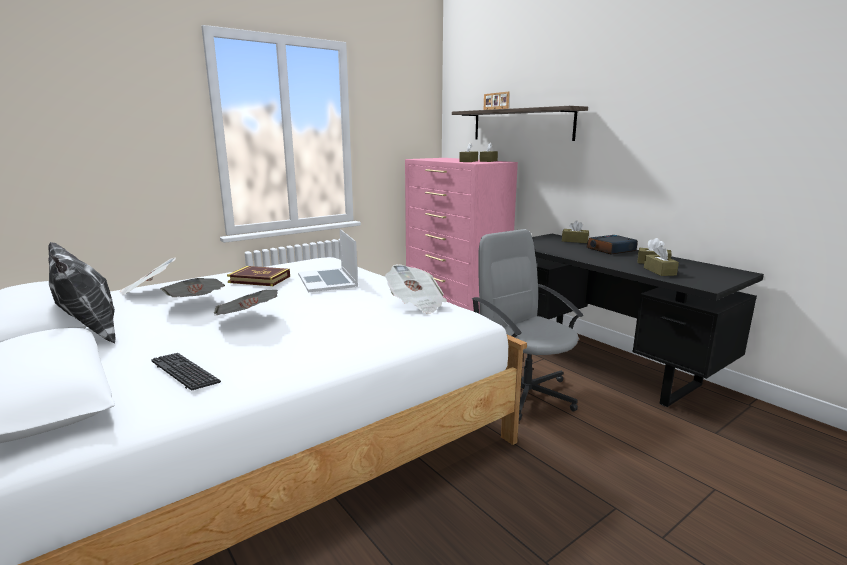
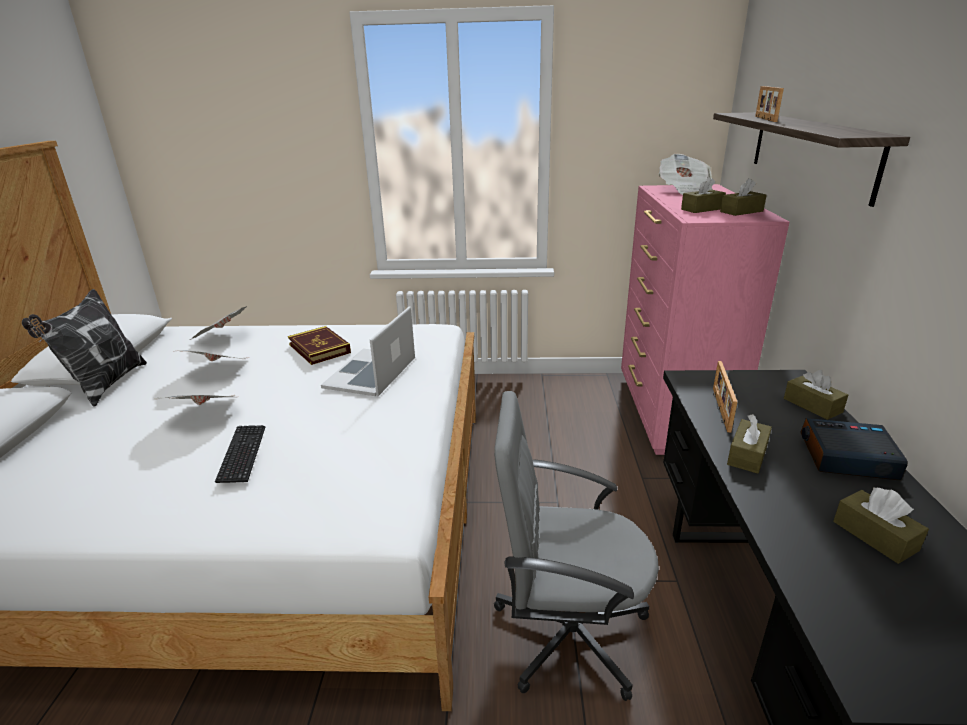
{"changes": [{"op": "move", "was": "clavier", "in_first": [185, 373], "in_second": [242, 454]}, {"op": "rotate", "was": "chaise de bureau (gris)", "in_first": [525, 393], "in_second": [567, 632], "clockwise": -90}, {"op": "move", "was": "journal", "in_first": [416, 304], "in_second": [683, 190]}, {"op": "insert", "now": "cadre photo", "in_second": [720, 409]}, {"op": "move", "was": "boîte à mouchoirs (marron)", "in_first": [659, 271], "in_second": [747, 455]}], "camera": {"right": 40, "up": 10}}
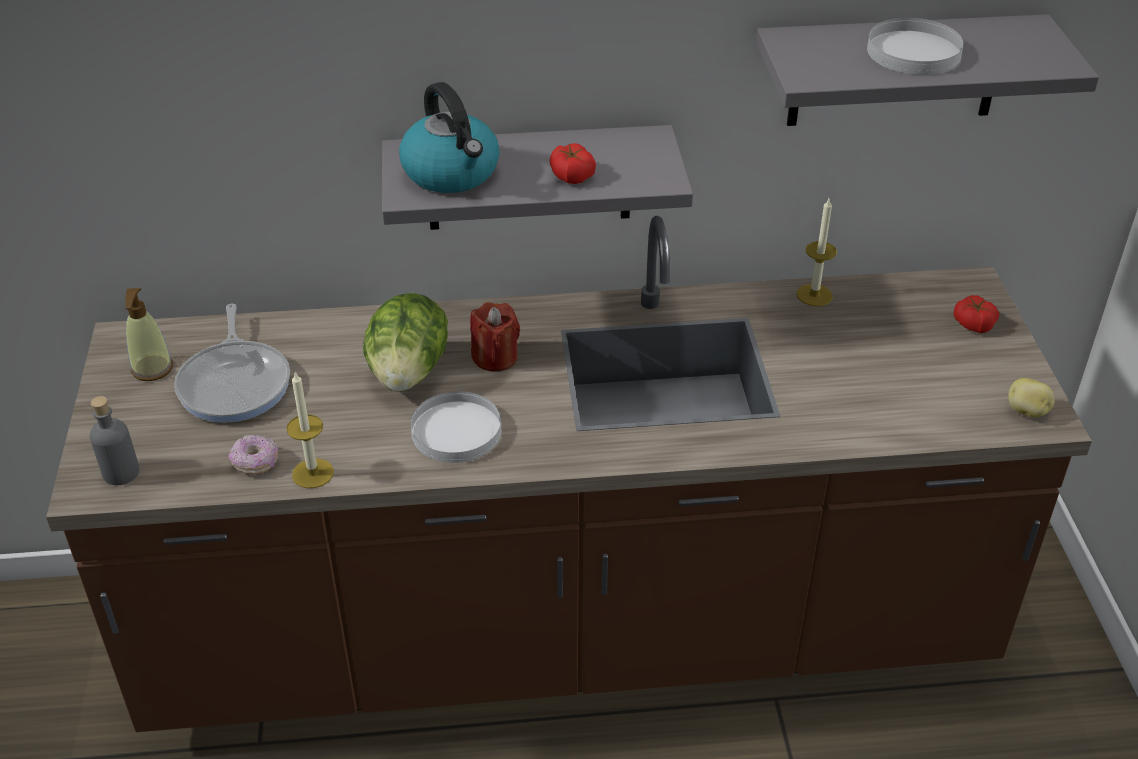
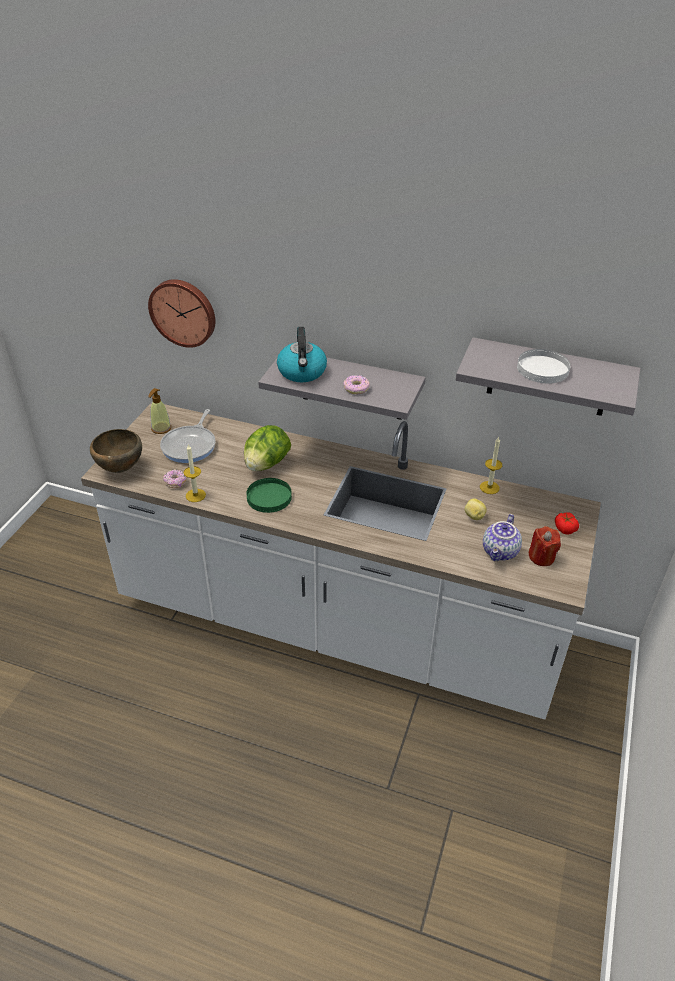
{"changes": [{"op": "recolor", "was": "comptoir de cuisine (marron)", "now": "comptoir de cuisine (blanc)", "in_first": [569, 635], "in_second": [335, 625]}, {"op": "replace", "was": "bouteille (gris)", "now": "bol (marron)", "in_first": [121, 472], "in_second": [120, 469]}, {"op": "insert", "now": "horloge murale", "in_second": [183, 312]}, {"op": "recolor", "was": "assiette (blanc)", "now": "assiette (vert)", "in_first": [456, 432], "in_second": [269, 497]}, {"op": "replace", "was": "tomate", "now": "beignet", "in_first": [572, 175], "in_second": [356, 388]}, {"op": "move", "was": "pomme de terre", "in_first": [1027, 412], "in_second": [474, 516]}, {"op": "insert", "now": "théière", "in_second": [500, 552]}, {"op": "move", "was": "bougie (rouge)", "in_first": [495, 357], "in_second": [541, 557]}], "camera": {"right": 25, "up": 0}}
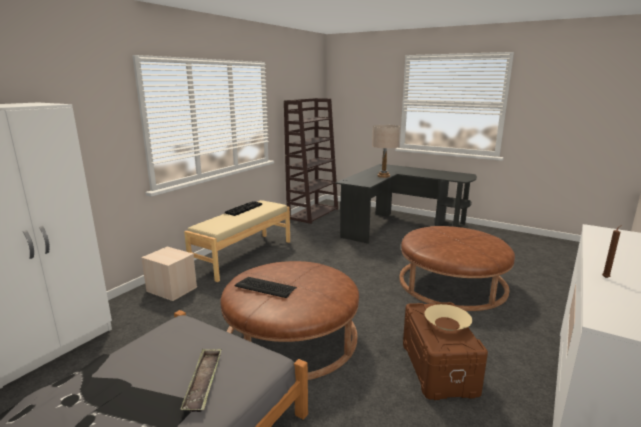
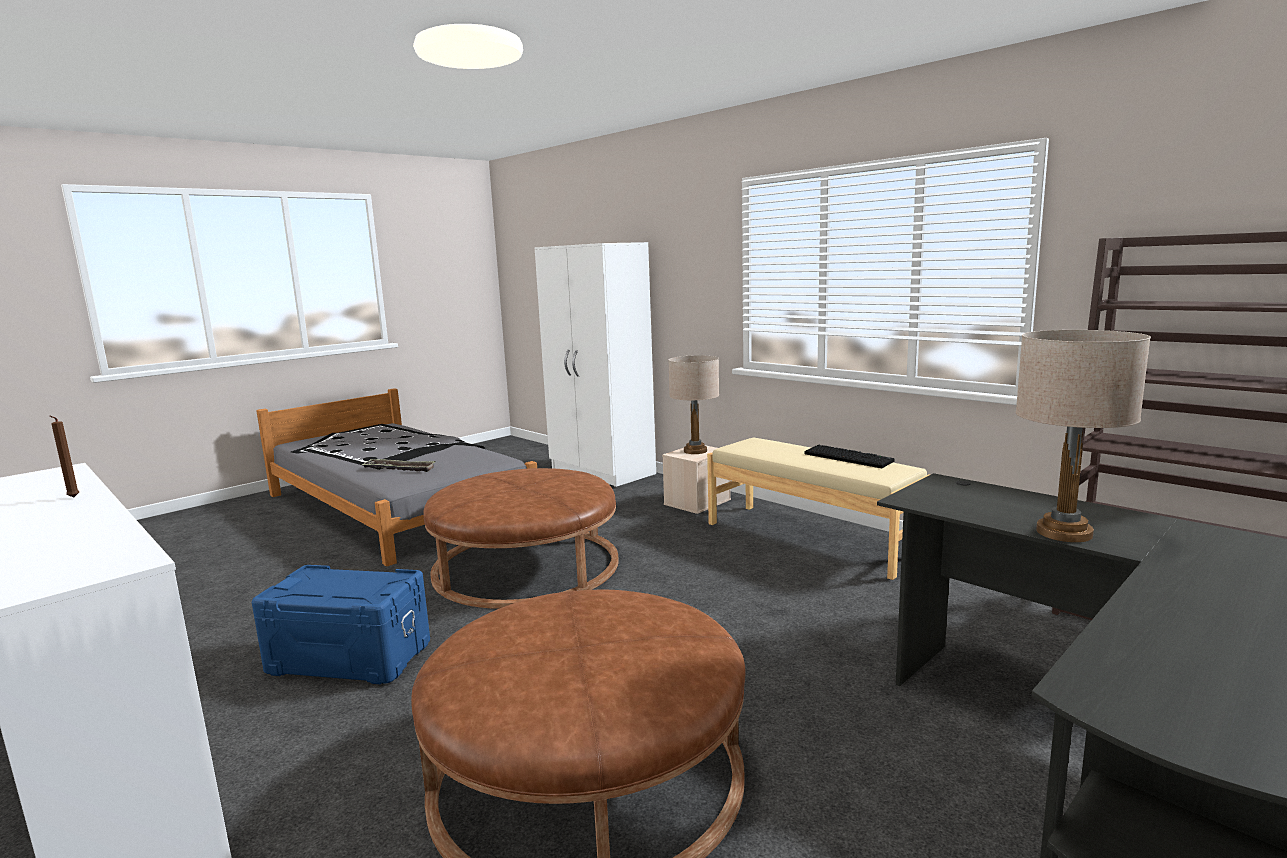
{"changes": [{"op": "recolor", "was": "boîte de rangement (marron)", "now": "boîte de rangement (bleu)", "in_first": [437, 368], "in_second": [350, 656]}, {"op": "insert", "now": "lampe de table (beige)", "in_second": [695, 451]}, {"op": "delete", "was": "clavier", "in_first": [265, 288]}, {"op": "delete", "was": "bol (beige)", "in_first": [447, 323]}], "camera": {"right": 105, "up": -5}}
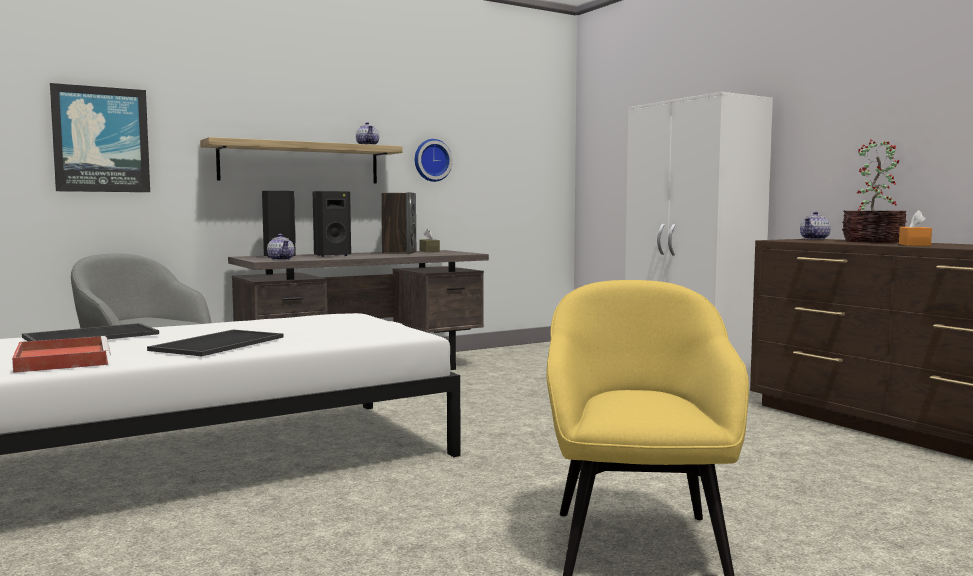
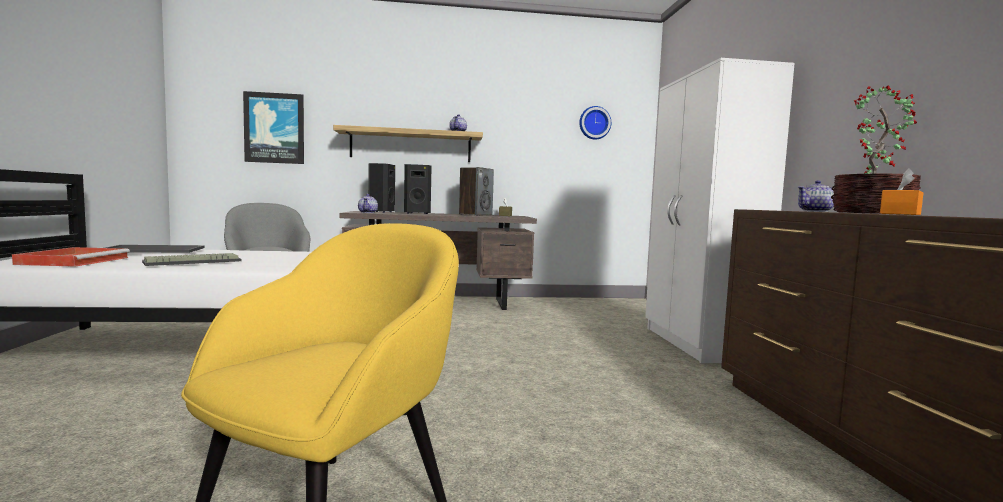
{"changes": [{"op": "replace", "was": "plateau", "now": "clavier", "in_first": [218, 343], "in_second": [194, 261]}, {"op": "move", "was": "horloge murale", "in_first": [431, 160], "in_second": [594, 123]}], "camera": {"right": 25, "up": 0}}
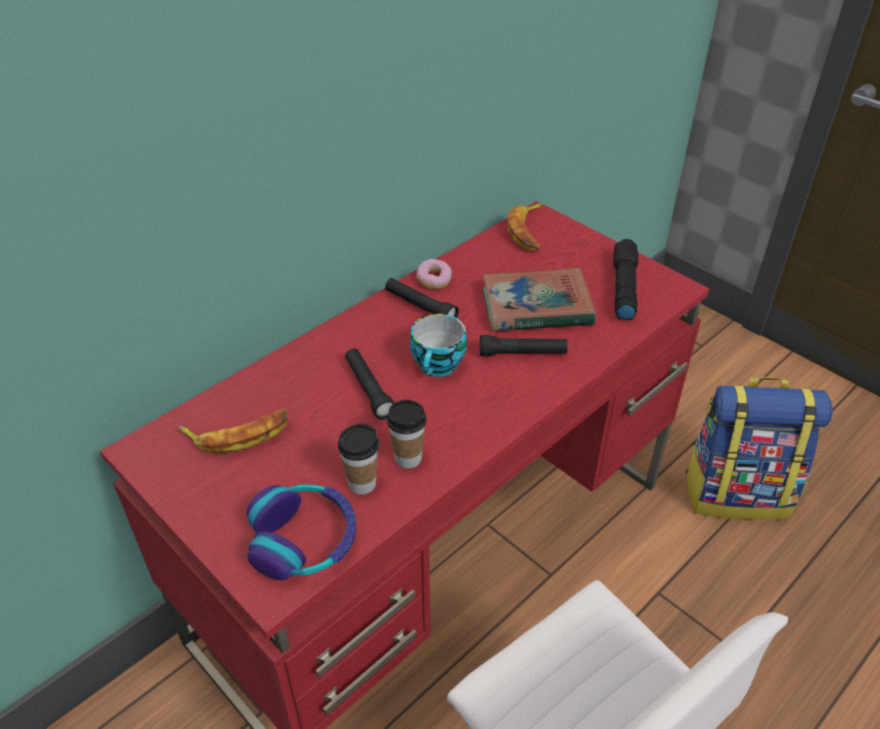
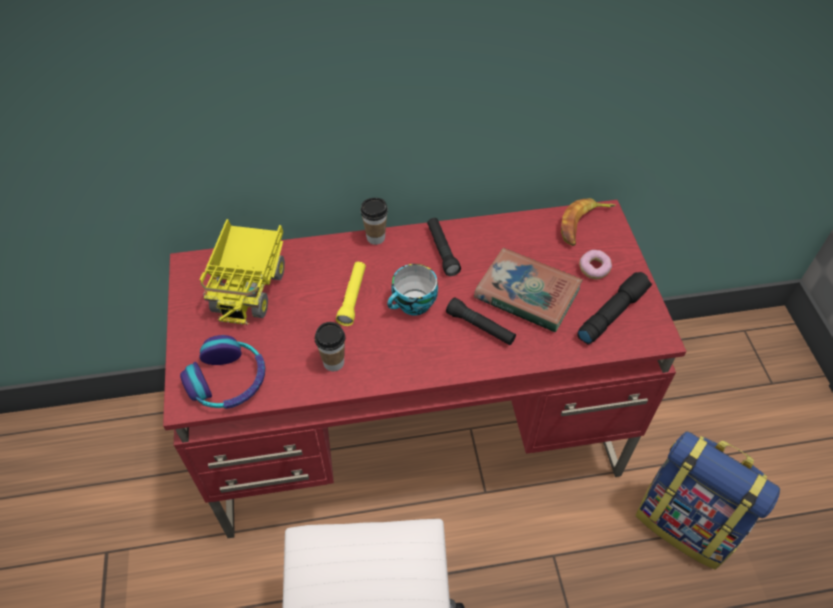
{"changes": [{"op": "replace", "was": "banane", "now": "camion jouet", "in_first": [238, 434], "in_second": [250, 286]}, {"op": "recolor", "was": "lampe de poche (noir)", "now": "lampe de poche (jaune)", "in_first": [369, 389], "in_second": [352, 297]}, {"op": "move", "was": "tasse", "in_first": [362, 483], "in_second": [375, 237]}, {"op": "move", "was": "beignet", "in_first": [434, 281], "in_second": [594, 269]}], "camera": {"right": 35, "up": 10}}
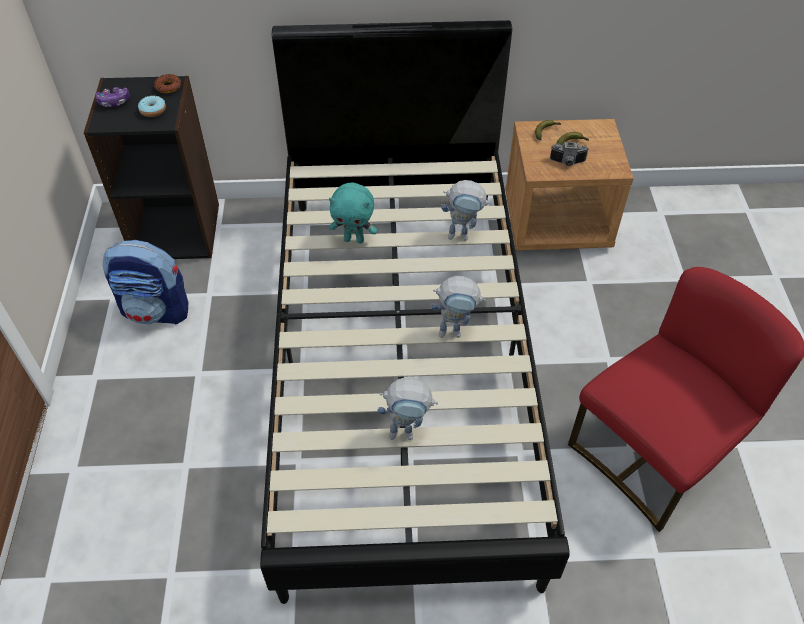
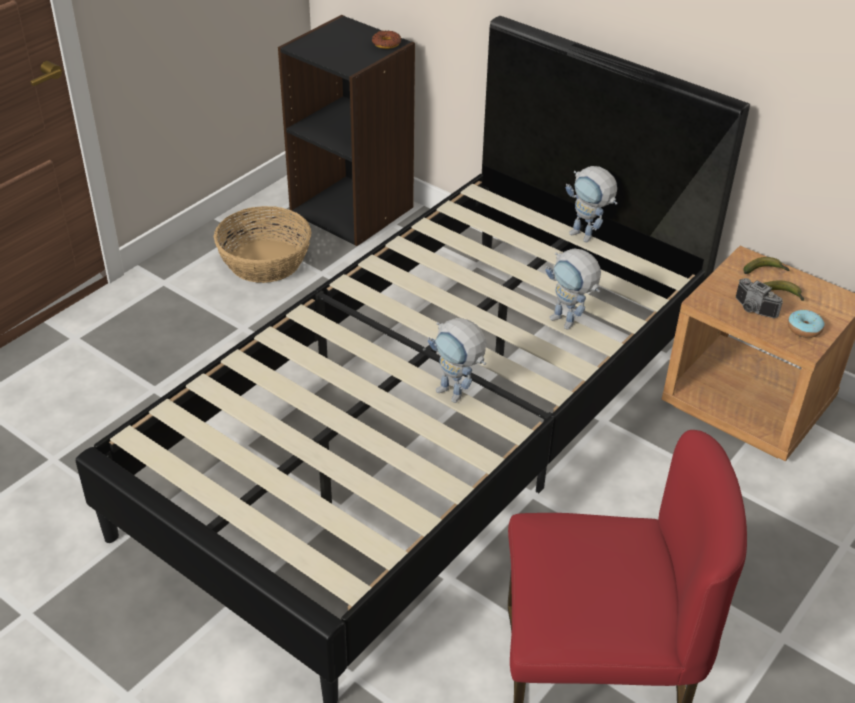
{"changes": [{"op": "replace", "was": "sac à dos", "now": "panier", "in_first": [157, 310], "in_second": [266, 261]}, {"op": "move", "was": "robot jouet", "in_first": [408, 432], "in_second": [587, 237]}, {"op": "move", "was": "beignet", "in_first": [153, 110], "in_second": [804, 329]}, {"op": "delete", "was": "manette", "in_first": [114, 102]}, {"op": "delete", "was": "peluche (turquoise)", "in_first": [354, 239]}], "camera": {"right": 40, "up": -10}}
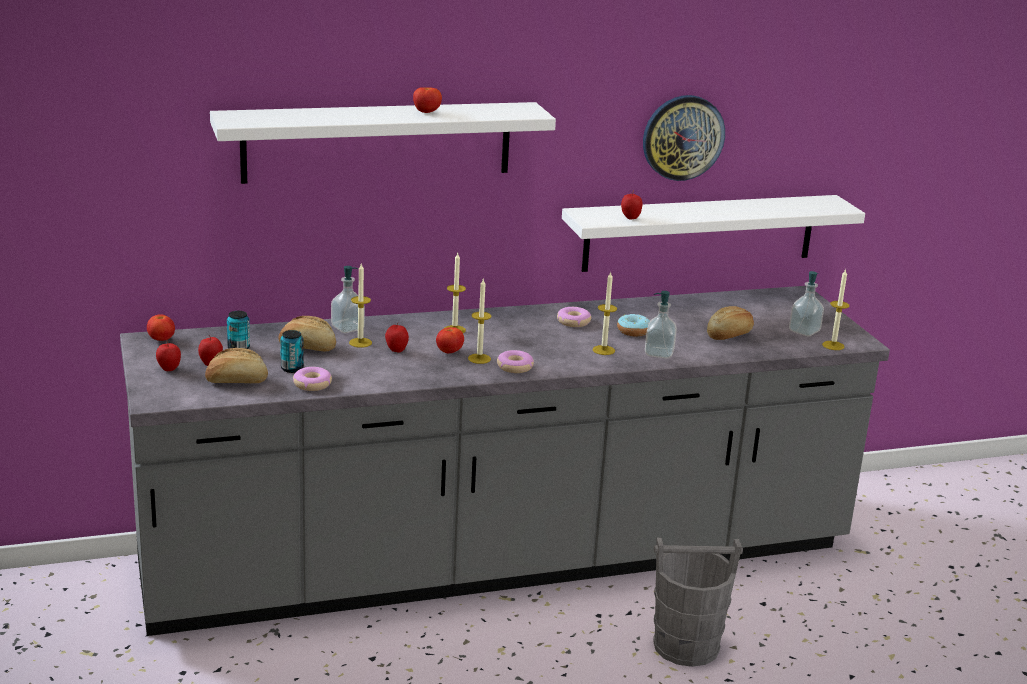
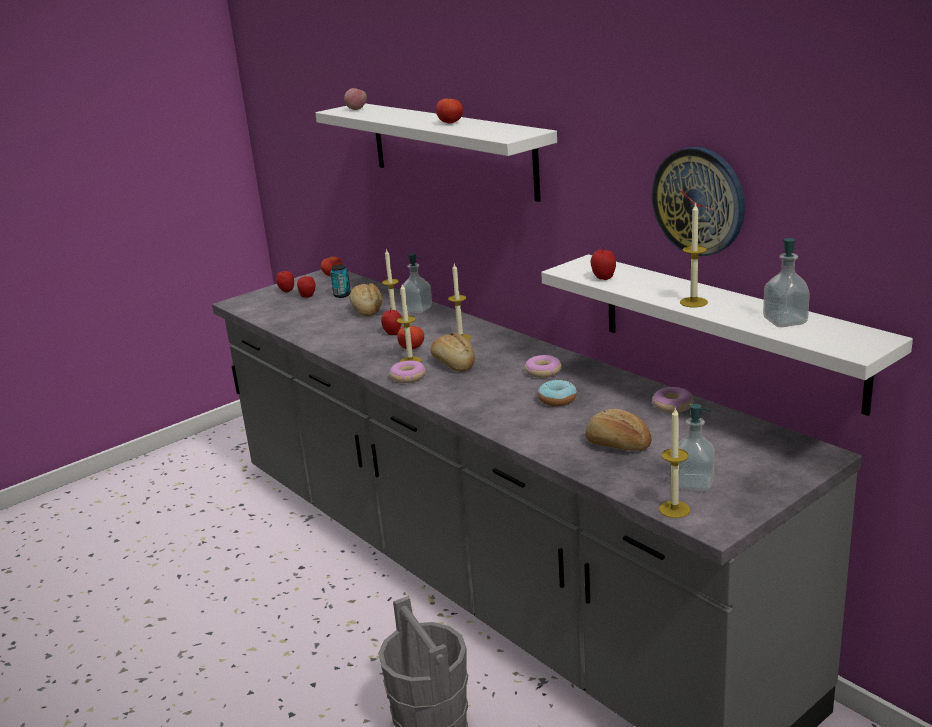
{"changes": [{"op": "insert", "now": "pomme", "in_second": [356, 109]}, {"op": "move", "was": "pain", "in_first": [236, 381], "in_second": [453, 364]}, {"op": "move", "was": "beignet", "in_first": [312, 384], "in_second": [672, 405]}, {"op": "move", "was": "bougie", "in_first": [603, 350], "in_second": [693, 302]}, {"op": "move", "was": "distributeur de savon", "in_first": [659, 353], "in_second": [785, 321]}, {"op": "delete", "was": "boîte métallique", "in_first": [292, 368]}], "camera": {"right": 70, "up": 0}}
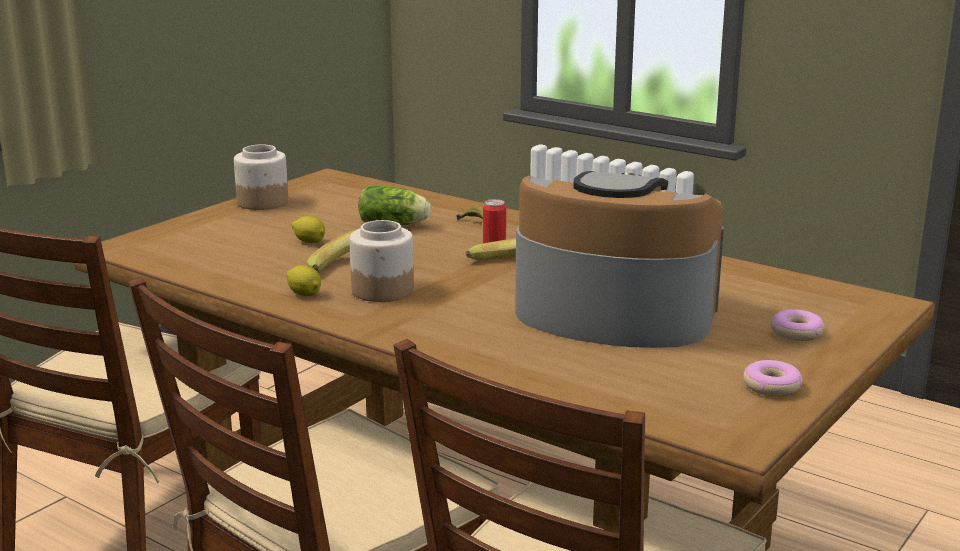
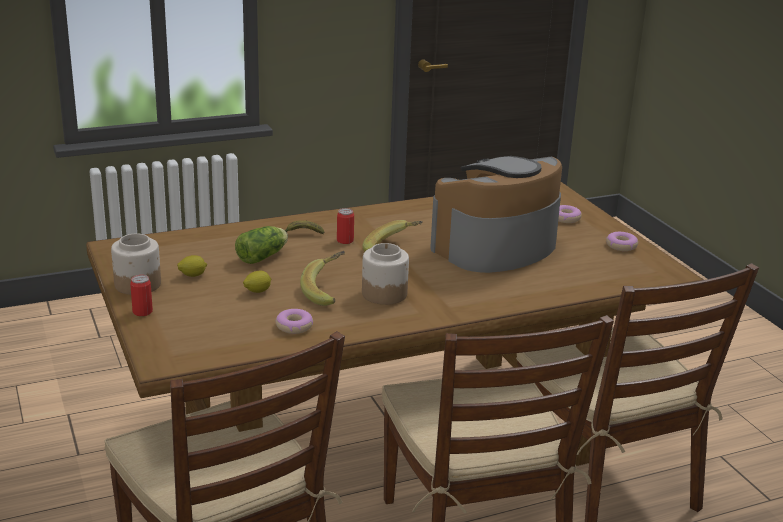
{"changes": [{"op": "insert", "now": "boîte métallique", "in_second": [142, 312]}, {"op": "move", "was": "citron", "in_first": [304, 294], "in_second": [192, 275]}, {"op": "insert", "now": "beignet", "in_second": [294, 326]}], "camera": {"right": -60, "up": 5}}
